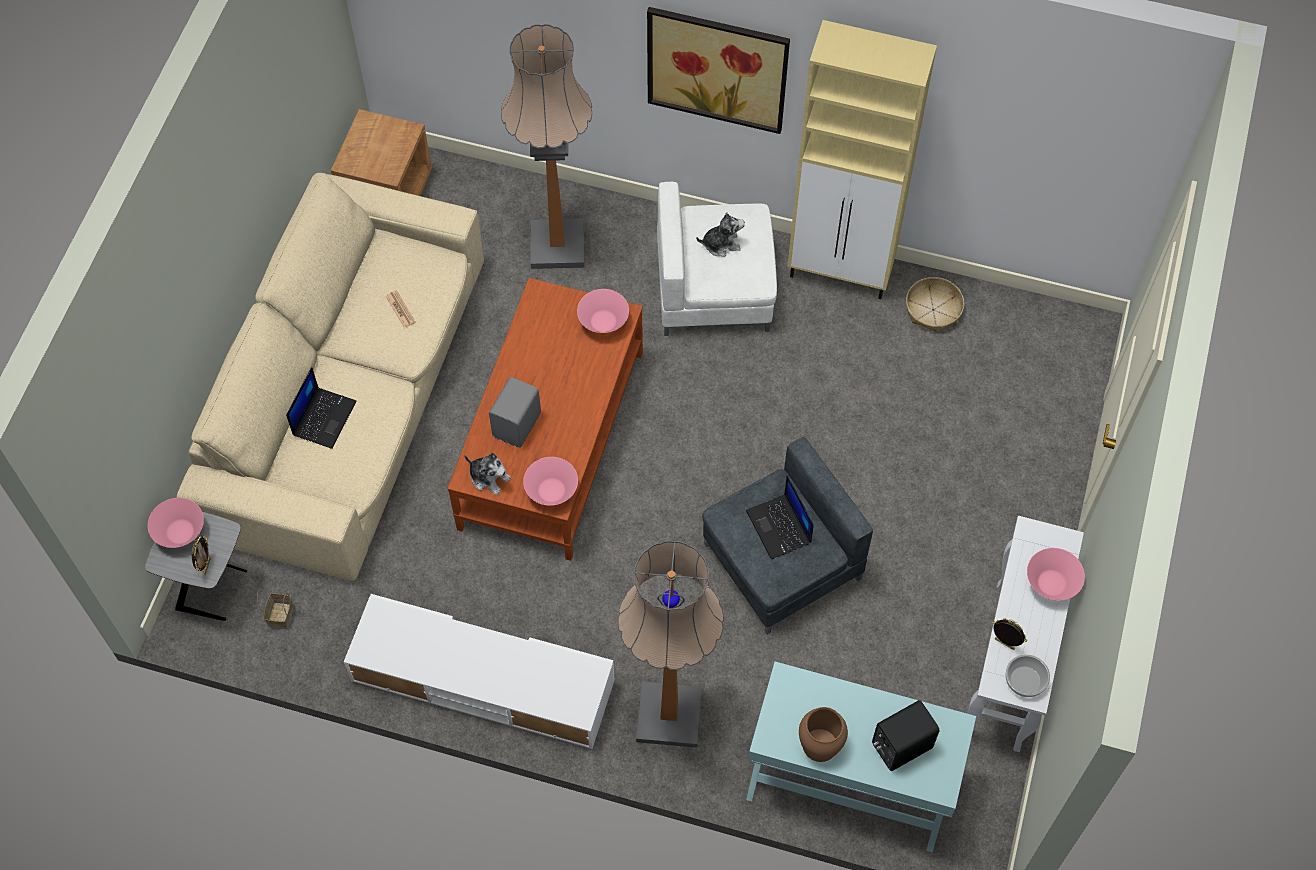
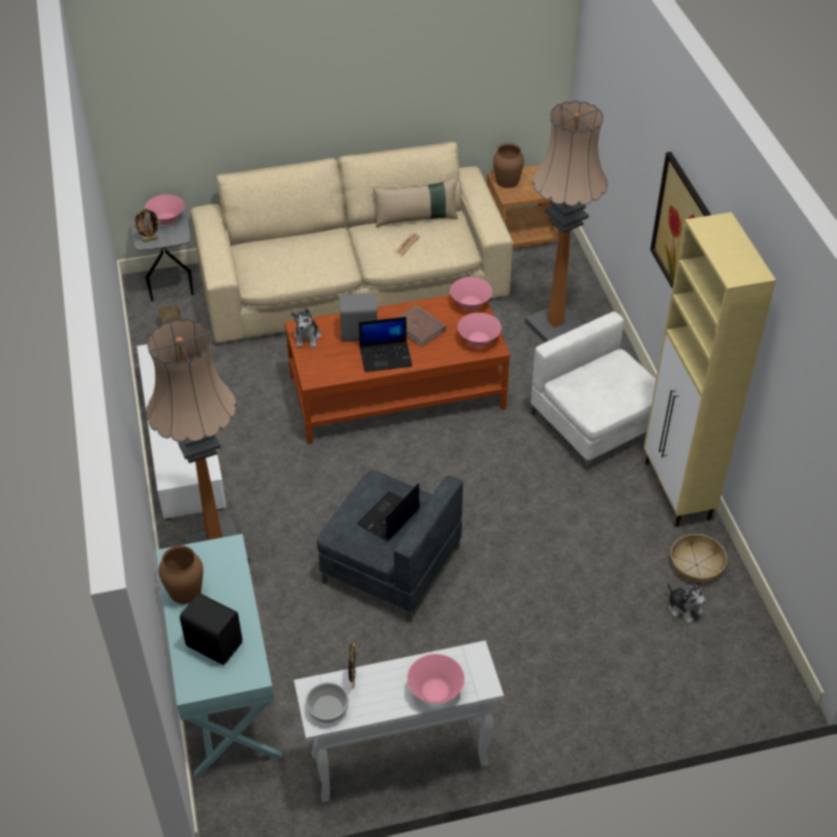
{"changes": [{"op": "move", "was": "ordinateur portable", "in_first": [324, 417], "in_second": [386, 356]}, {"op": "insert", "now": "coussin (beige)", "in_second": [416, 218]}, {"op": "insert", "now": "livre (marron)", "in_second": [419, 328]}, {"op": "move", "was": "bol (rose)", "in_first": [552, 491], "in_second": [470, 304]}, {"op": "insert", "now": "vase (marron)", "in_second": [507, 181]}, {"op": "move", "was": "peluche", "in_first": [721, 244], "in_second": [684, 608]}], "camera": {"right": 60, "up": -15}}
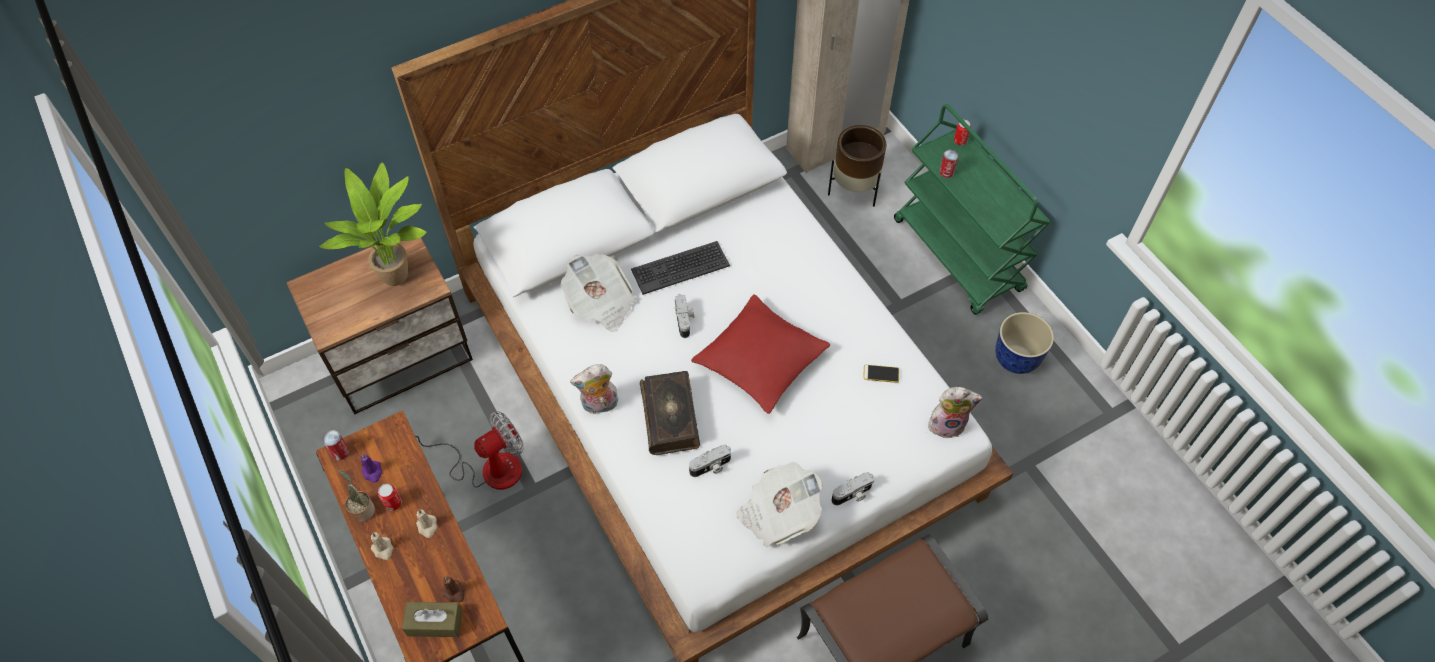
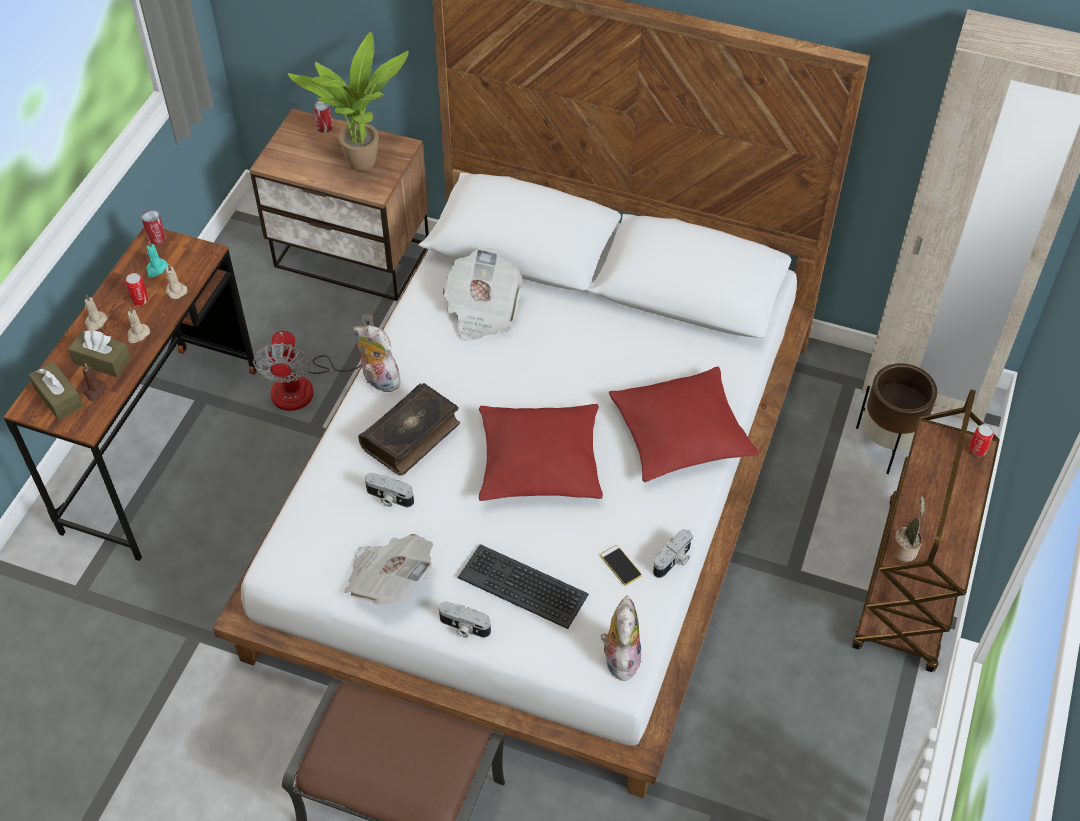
{"changes": [{"op": "insert", "now": "boîte à mouchoirs (marron)", "in_second": [102, 360]}, {"op": "recolor", "was": "bougie (violet)", "now": "bougie (turquoise)", "in_first": [372, 472], "in_second": [156, 269]}, {"op": "insert", "now": "bougie (beige)", "in_second": [175, 291]}, {"op": "rotate", "was": "ventilateur", "in_first": [488, 467], "in_second": [306, 385], "clockwise": 75}, {"op": "move", "was": "boîte métallique", "in_first": [946, 172], "in_second": [324, 127]}, {"op": "move", "was": "clavier", "in_first": [680, 267], "in_second": [523, 586]}, {"op": "rotate", "was": "peluche", "in_first": [947, 424], "in_second": [620, 658], "clockwise": -135}, {"op": "insert", "now": "coussin (rouge)", "in_second": [681, 434]}, {"op": "move", "was": "appareil photo", "in_first": [685, 320], "in_second": [674, 561]}, {"op": "recolor", "was": "chariot (vert)", "now": "chariot (marron)", "in_first": [958, 256], "in_second": [911, 586]}, {"op": "move", "was": "plante en pot", "in_first": [362, 509], "in_second": [904, 549]}, {"op": "delete", "was": "cache-pot", "in_first": [1015, 358]}], "camera": {"right": 50, "up": -5}}
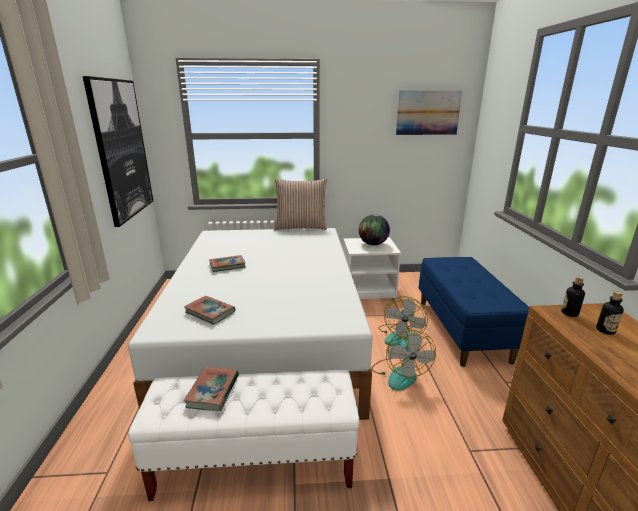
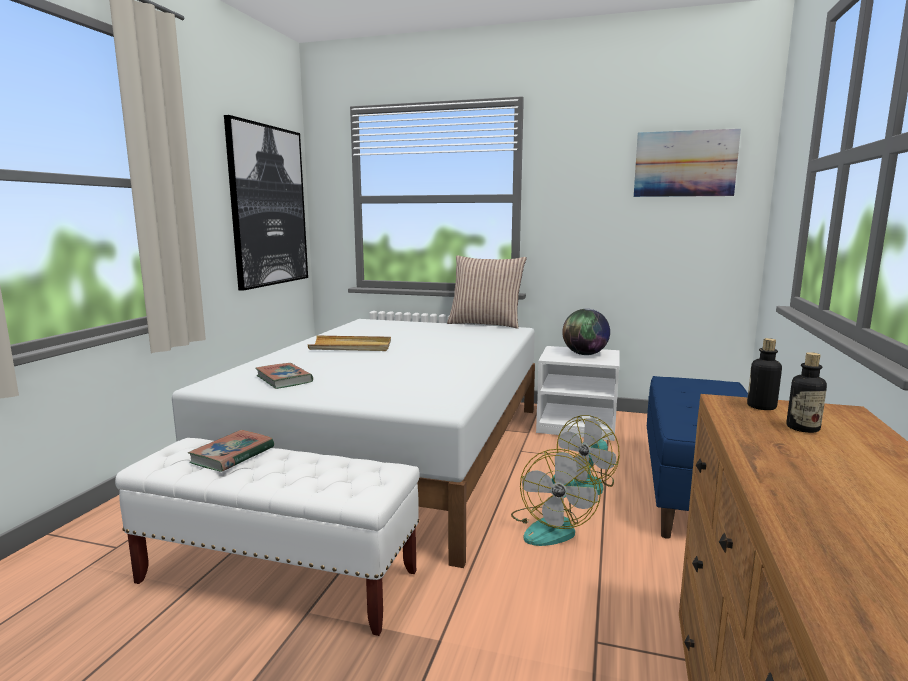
{"changes": [{"op": "replace", "was": "livre", "now": "plateau (beige)", "in_first": [227, 265], "in_second": [351, 347]}], "camera": {"right": 20, "up": -10}}
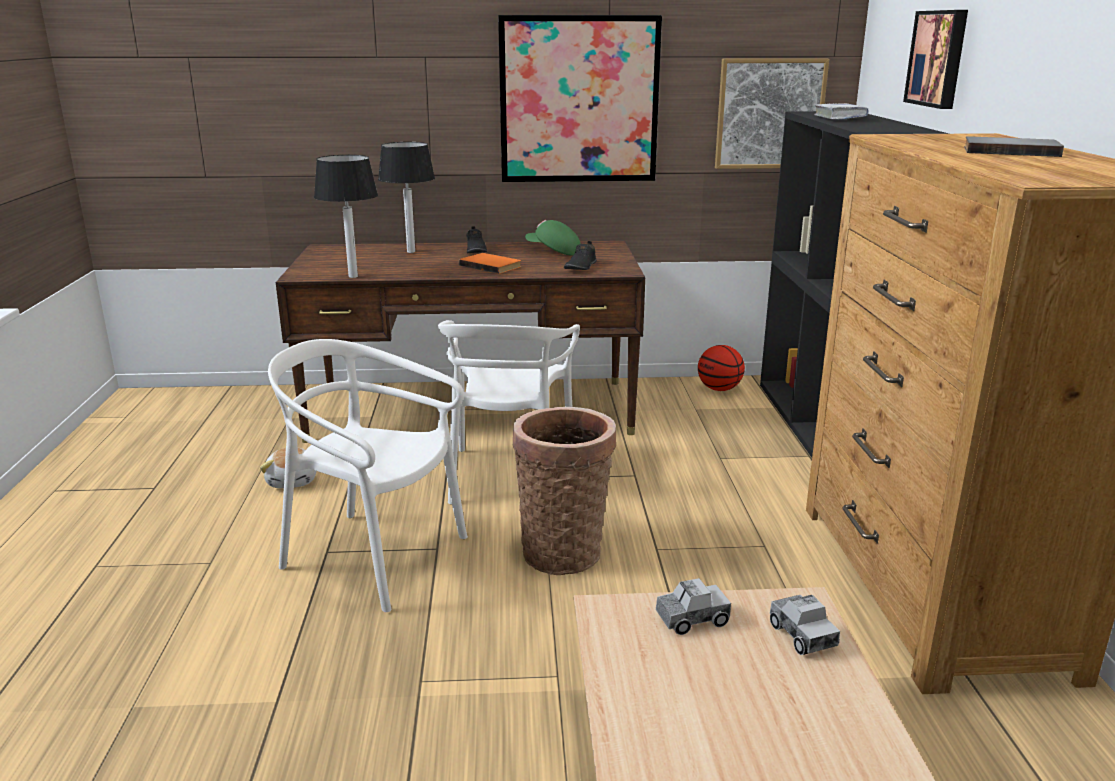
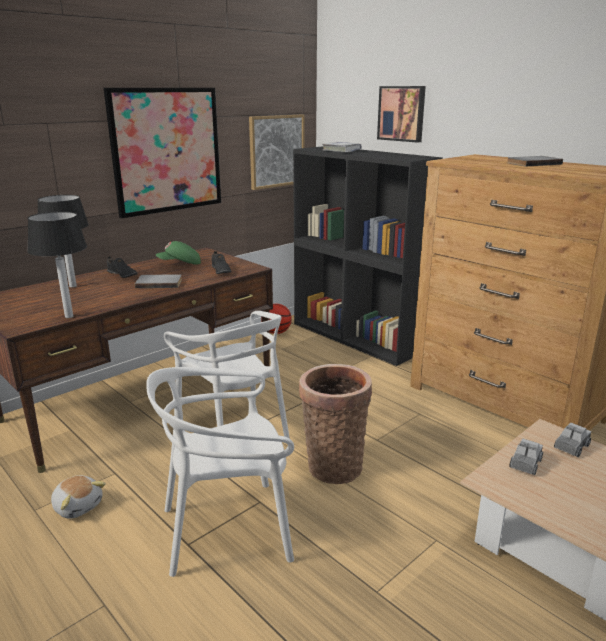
{"changes": [{"op": "recolor", "was": "livre (orange)", "now": "livre (gris)", "in_first": [491, 265], "in_second": [159, 283]}, {"op": "rotate", "was": "camion jouet", "in_first": [802, 635], "in_second": [571, 447], "clockwise": -75}], "camera": {"right": -40, "up": 0}}
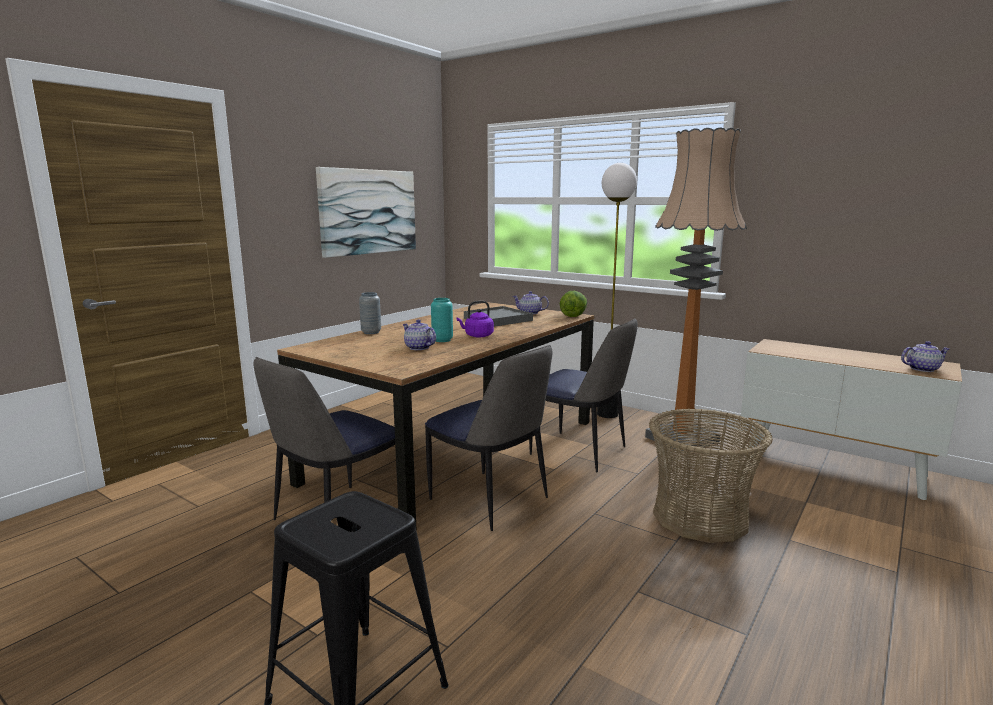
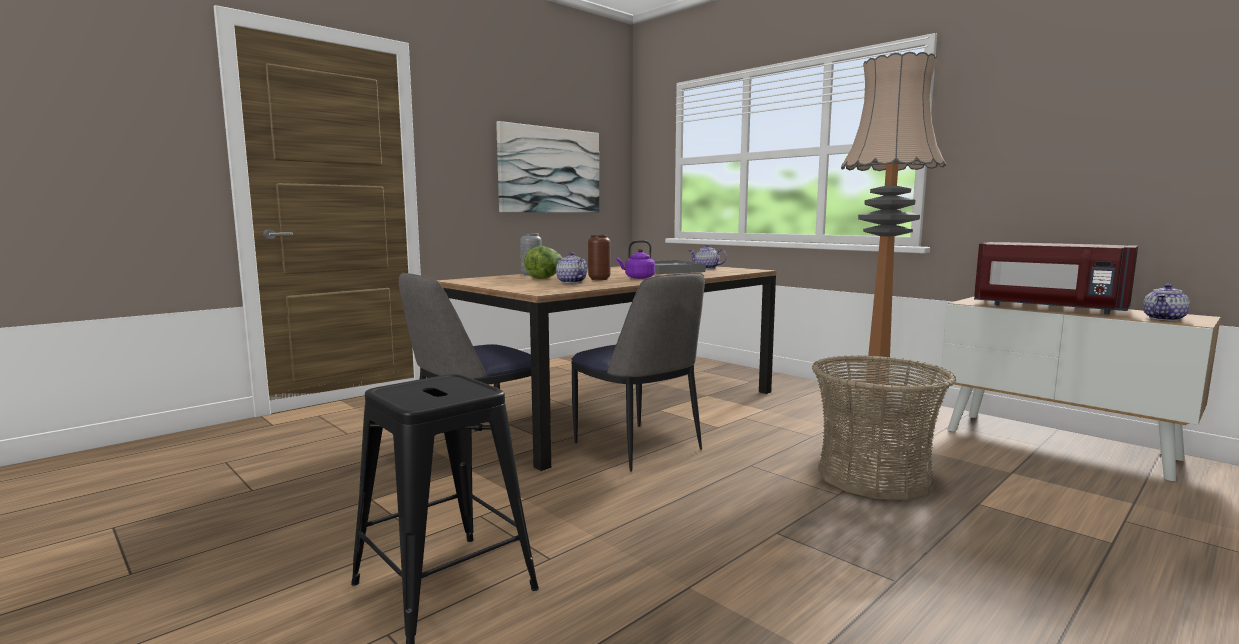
{"changes": [{"op": "move", "was": "laitue", "in_first": [573, 316], "in_second": [545, 278]}, {"op": "recolor", "was": "vase (turquoise)", "now": "vase (marron)", "in_first": [442, 340], "in_second": [599, 279]}, {"op": "insert", "now": "micro-ondes (rouge)", "in_second": [1047, 308]}, {"op": "rotate", "was": "théière", "in_first": [922, 369], "in_second": [1164, 318], "clockwise": 135}, {"op": "delete", "was": "chaise", "in_first": [580, 452]}, {"op": "delete", "was": "lampadaire", "in_first": [607, 414]}], "camera": {"right": 10, "up": -5}}
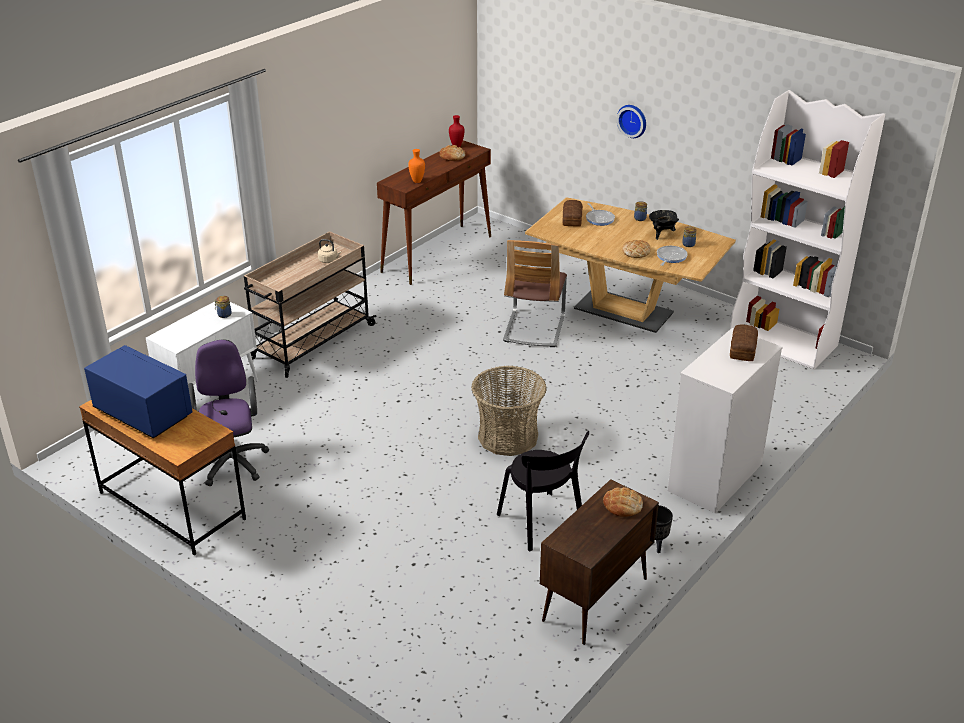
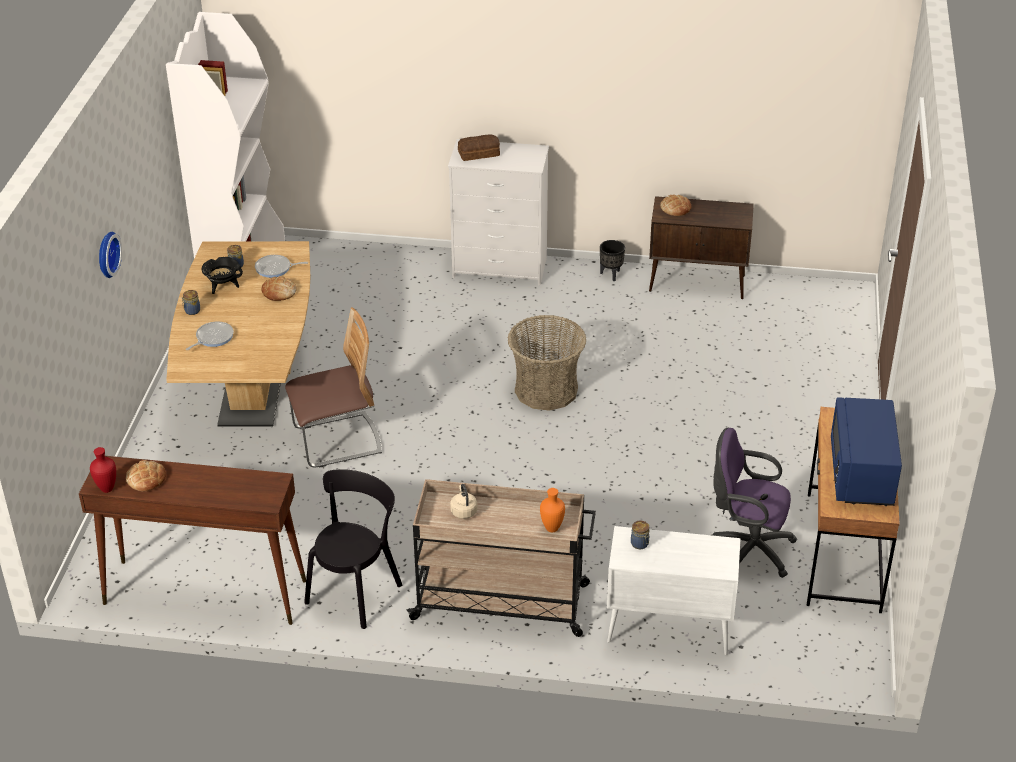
{"changes": [{"op": "move", "was": "chaise (noir)", "in_first": [542, 524], "in_second": [356, 590]}, {"op": "move", "was": "vase (orange)", "in_first": [416, 181], "in_second": [552, 529]}, {"op": "rotate", "was": "chaise de bureau (violet)", "in_first": [232, 460], "in_second": [747, 549], "clockwise": 60}, {"op": "delete", "was": "pain", "in_first": [572, 218]}], "camera": {"right": -120, "up": 5}}
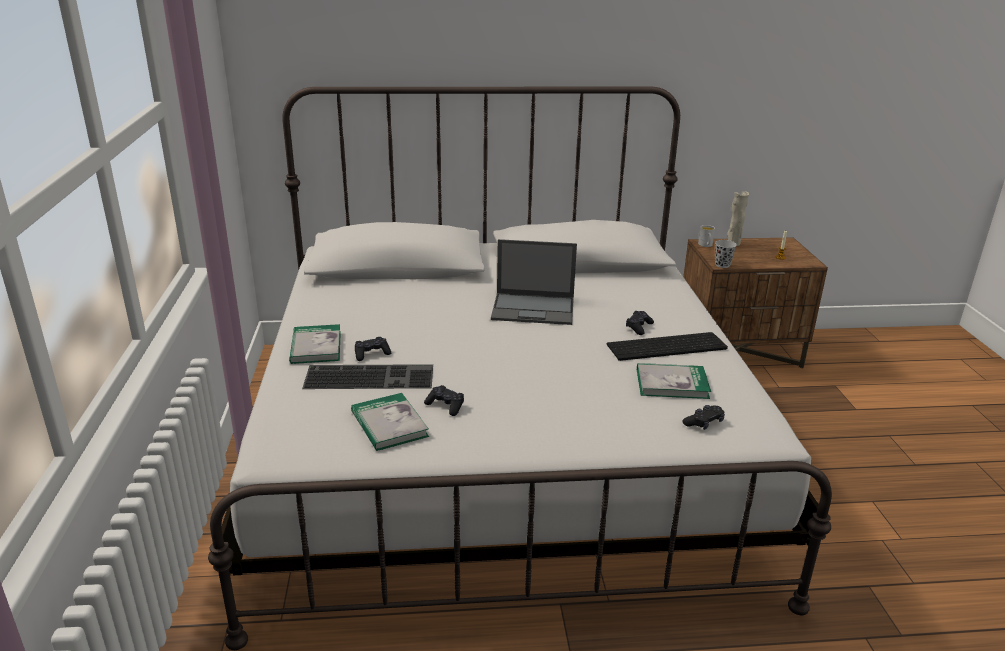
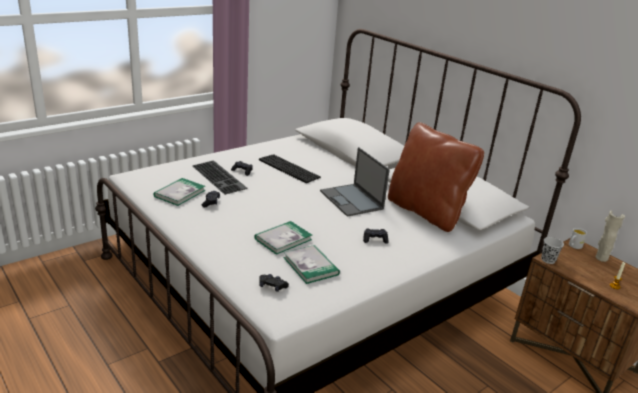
{"changes": [{"op": "move", "was": "livre", "in_first": [316, 347], "in_second": [283, 239]}, {"op": "move", "was": "clavier", "in_first": [666, 348], "in_second": [287, 168]}, {"op": "insert", "now": "coussin (marron)", "in_second": [426, 212]}], "camera": {"right": 55, "up": 0}}
